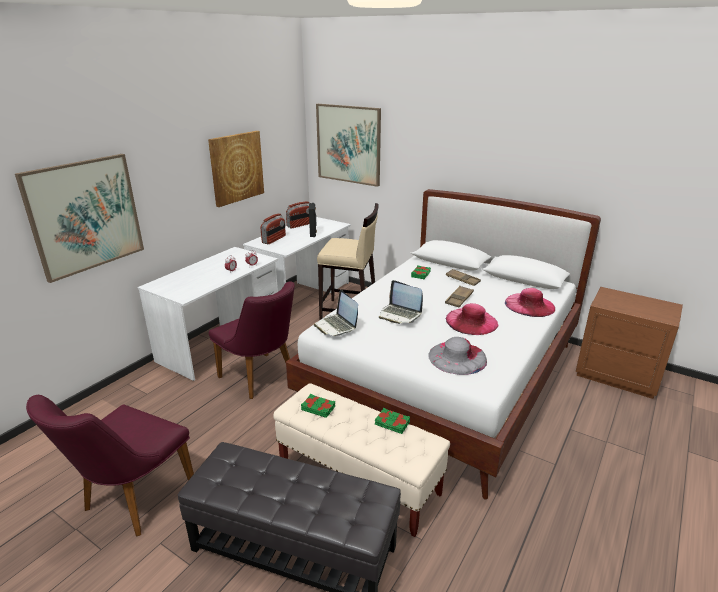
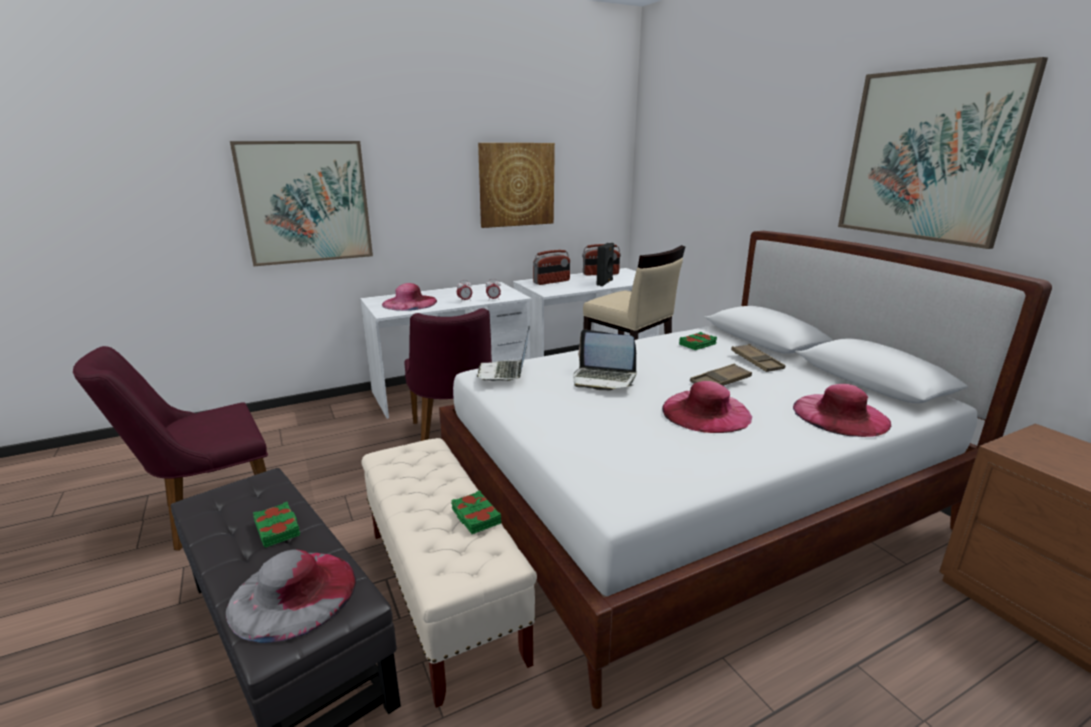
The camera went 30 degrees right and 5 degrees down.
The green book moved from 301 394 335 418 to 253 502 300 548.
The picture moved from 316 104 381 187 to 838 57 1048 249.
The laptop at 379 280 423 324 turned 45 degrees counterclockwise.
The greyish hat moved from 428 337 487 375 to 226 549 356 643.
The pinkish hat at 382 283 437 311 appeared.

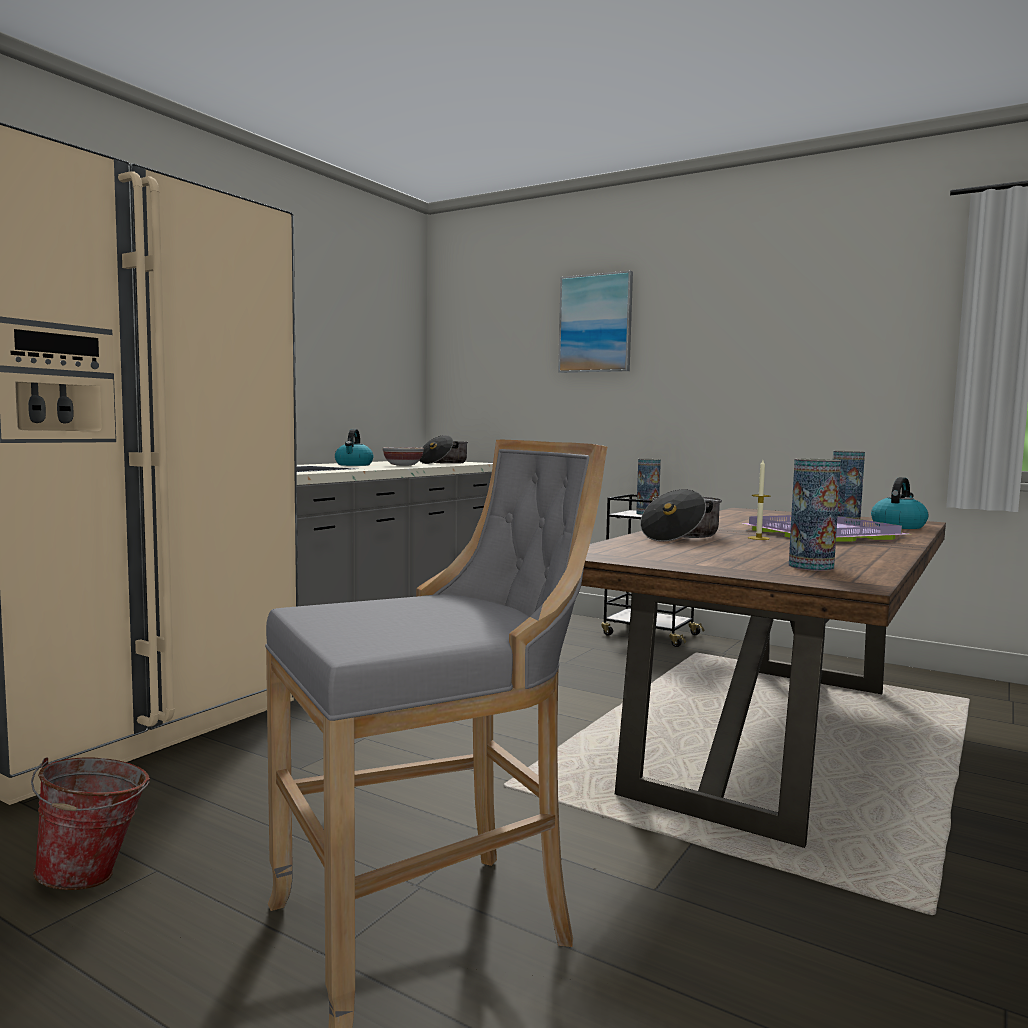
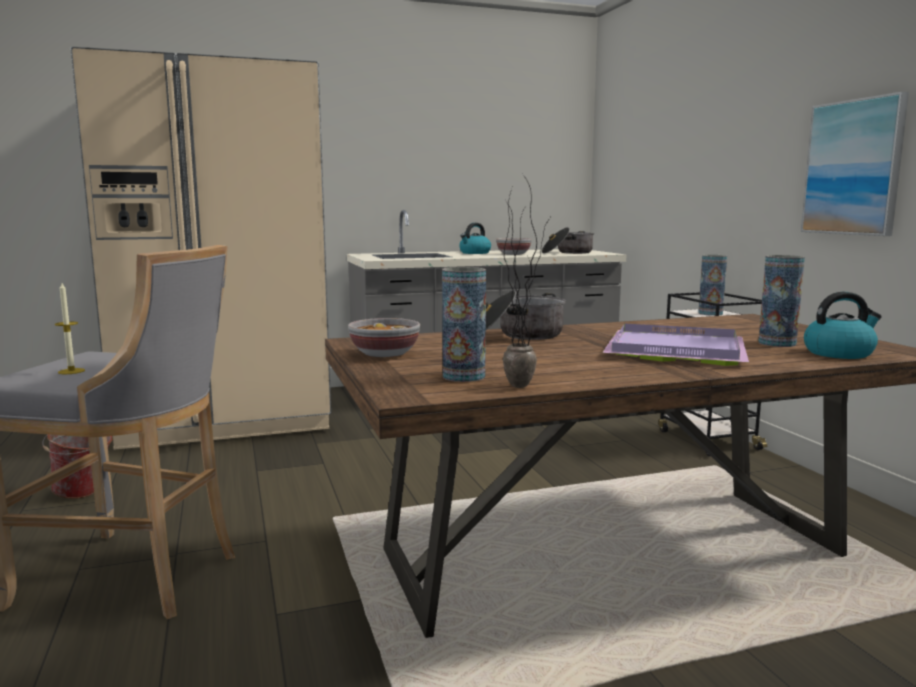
The camera went 40 degrees right and 5 degrees up.
The picture moved from 558 271 633 373 to 801 92 909 236.
The wax candle moved from 748 460 770 540 to 55 283 85 374.
The bowl at 348 318 420 357 appeared.
The houseplant at 503 176 550 388 appeared.

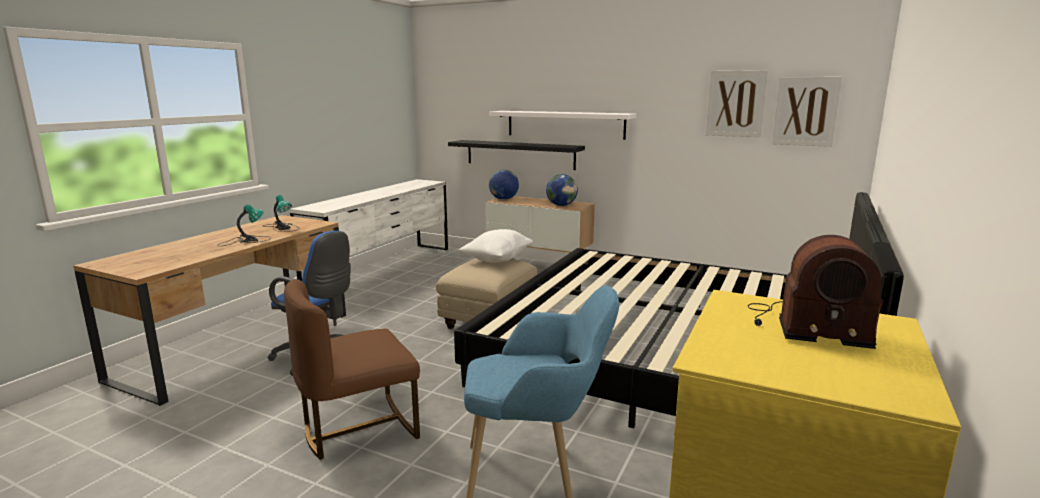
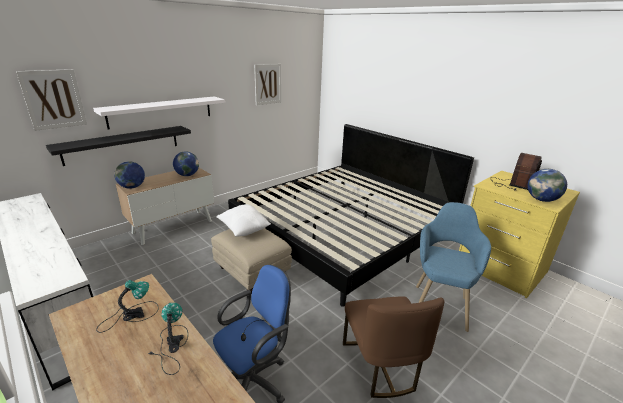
The camera went 70 degrees left and 10 degrees up.
The picture moved from 772 77 842 147 to 16 69 87 131.
The desk globe at 528 169 567 202 appeared.

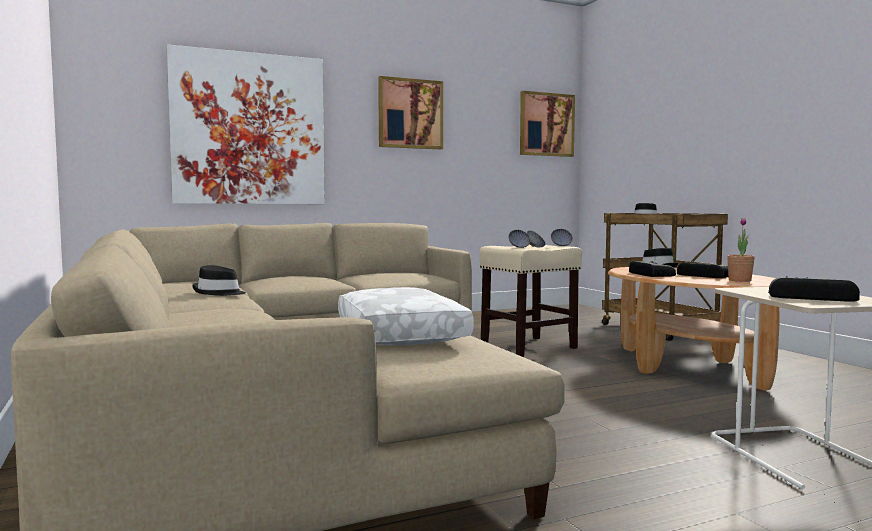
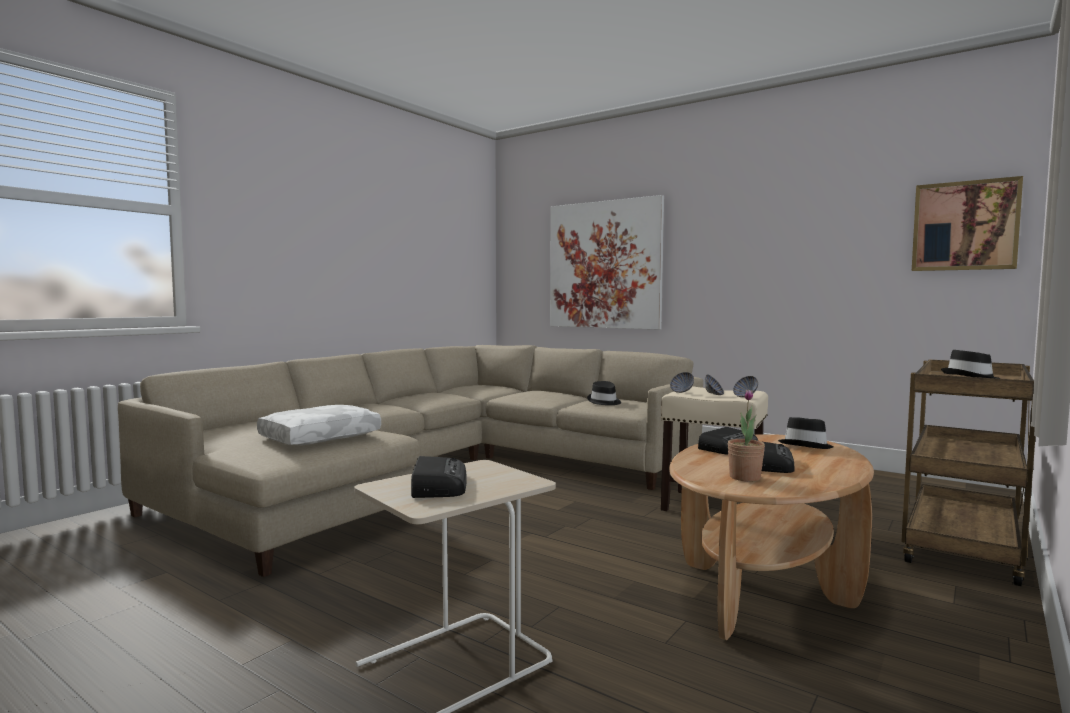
The camera went 60 degrees right and 0 degrees up.
The blackish hat moved from 192 265 246 296 to 587 381 621 405.
The picture at 378 76 443 149 disappeared.

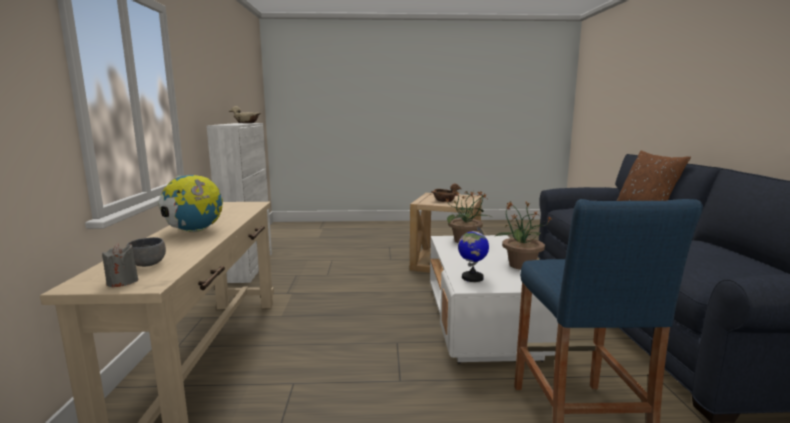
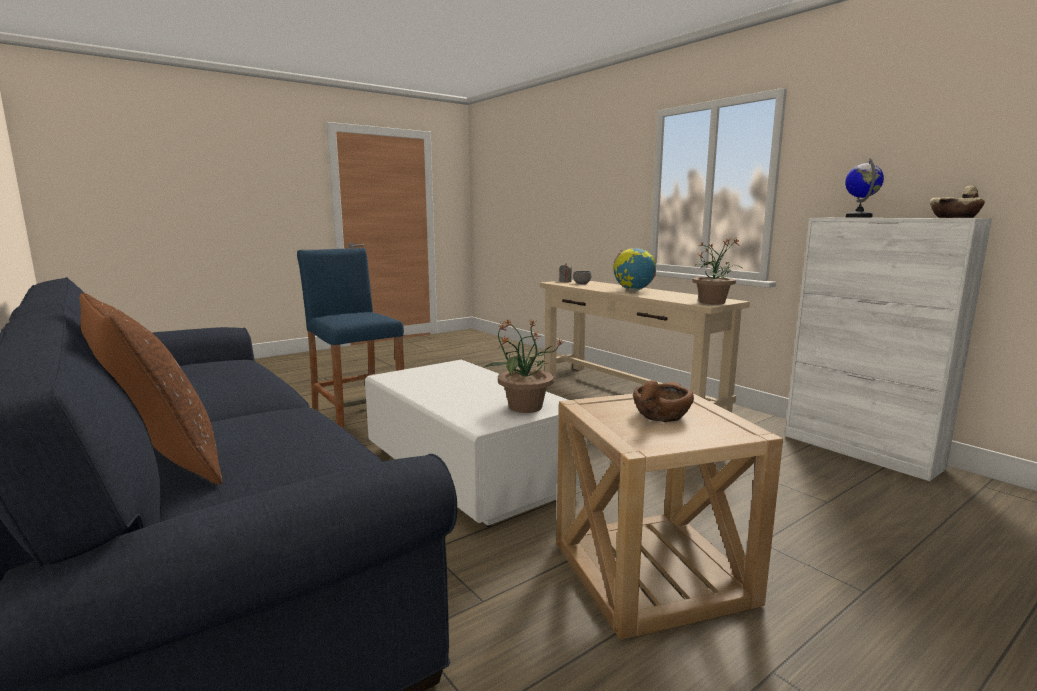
The camera went 145 degrees right and 0 degrees up.
The desk globe moved from 458 227 489 282 to 845 158 884 218.
The houseplant moved from 494 202 554 270 to 693 238 743 304.

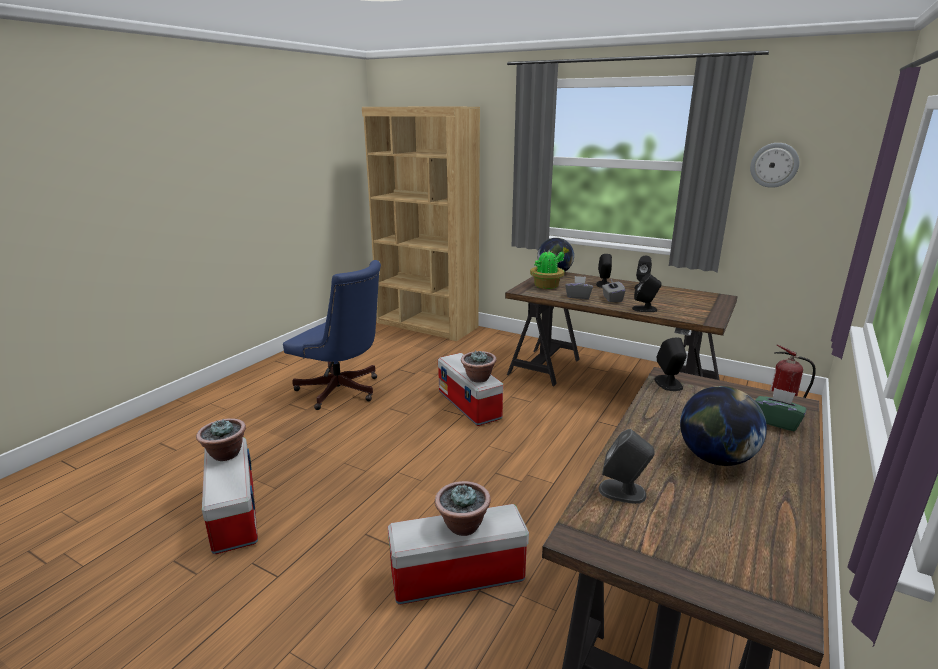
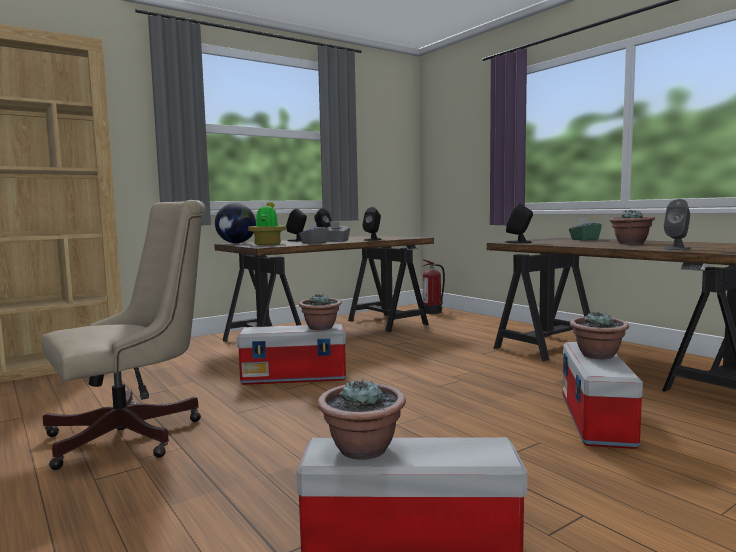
The camera went 65 degrees left and 15 degrees down.
The blue desk chair at 283 260 381 410 became the beige-coloured desk chair at 41 200 205 470.
The desk globe at 680 386 767 466 was replaced by the houseplant at 609 210 655 244.
The clock on the wall at 750 143 799 188 disappeared.

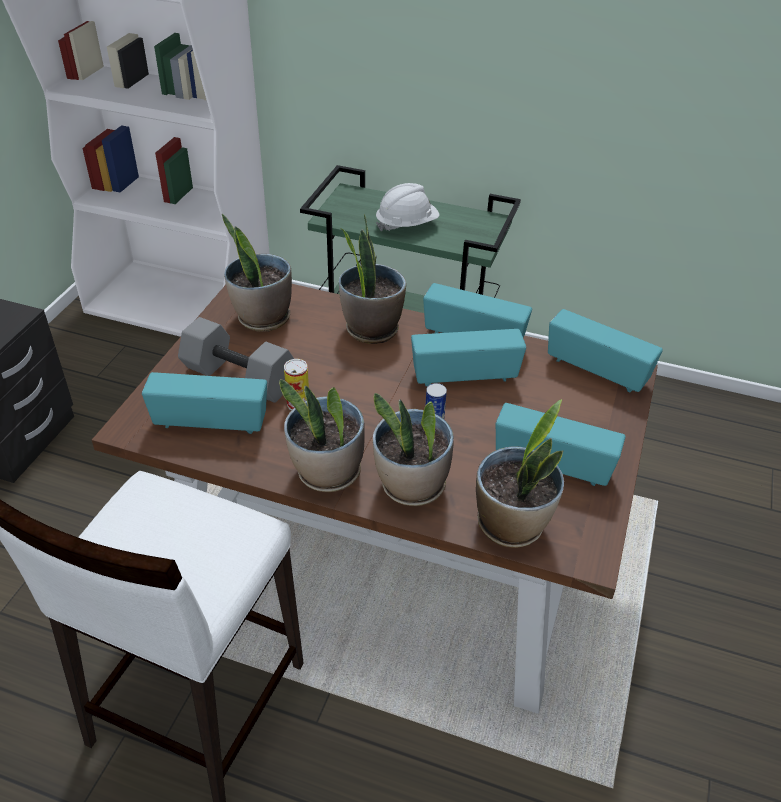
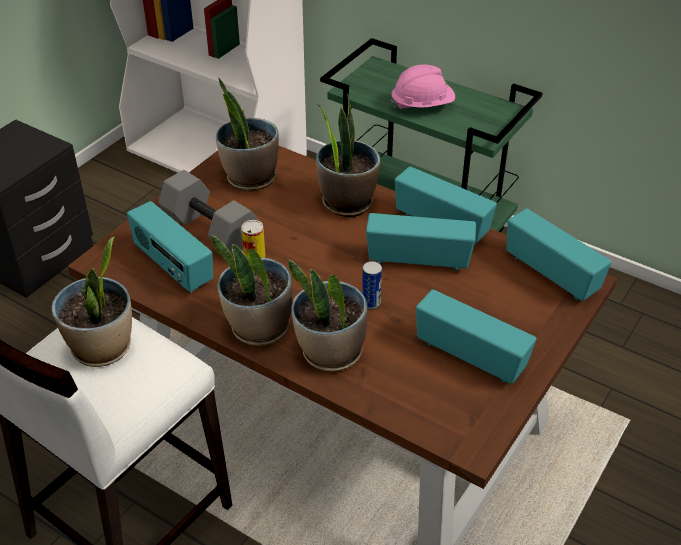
The camera went 15 degrees right and 0 degrees up.
The radio set at 142 372 267 434 turned 150 degrees counterclockwise.
The white work helmet at 376 183 439 231 became the pinkish work helmet at 391 65 455 109.
The houseplant moved from 476 399 564 548 to 52 236 132 367.

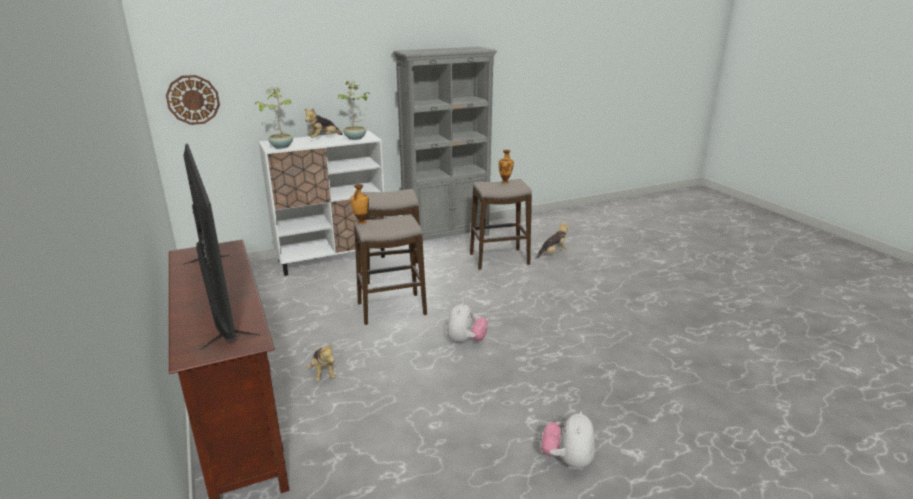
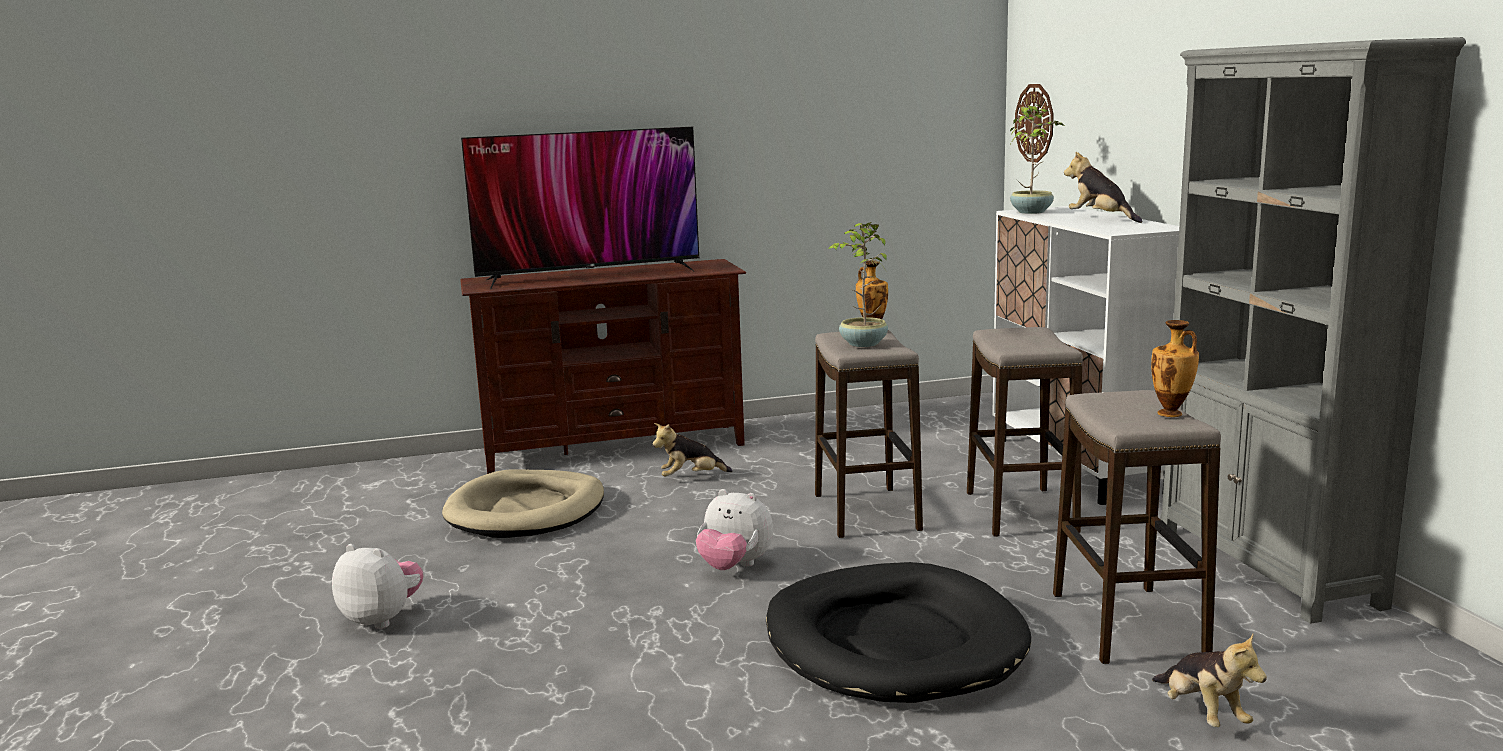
The camera went 100 degrees right and 10 degrees down.
The houseplant moved from 338 81 370 140 to 828 222 888 347.
The beige-coloured dog bed at 442 470 604 538 appeared.
The blackish dog bed at 766 562 1031 703 appeared.

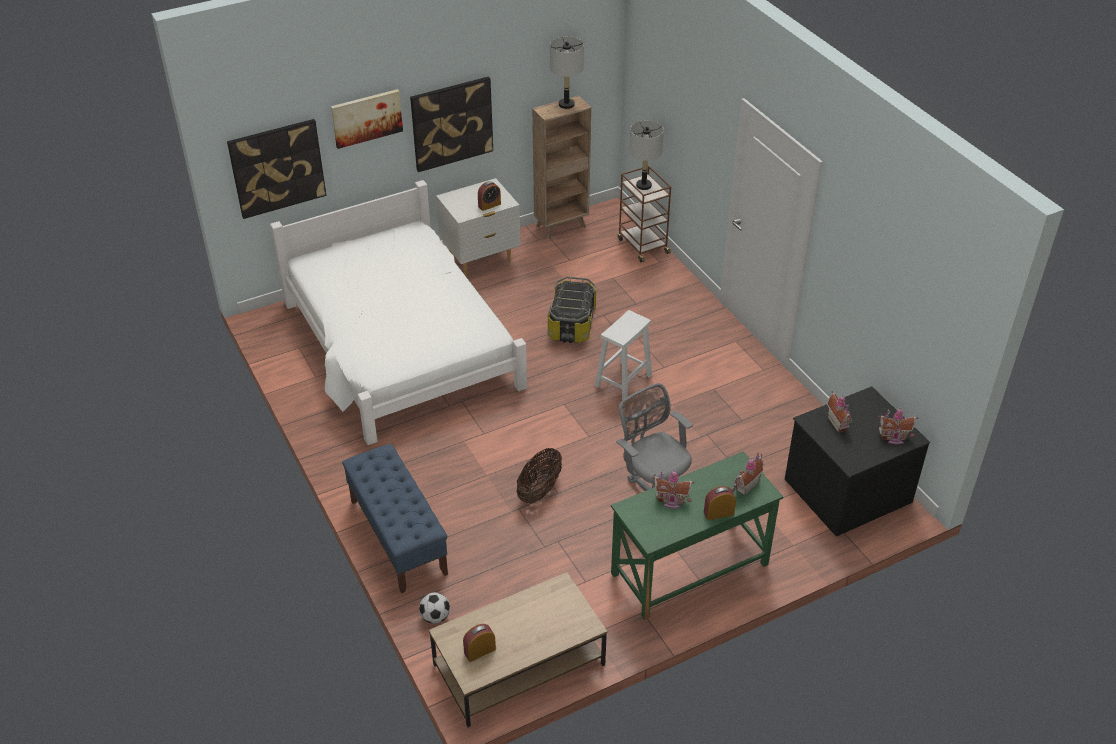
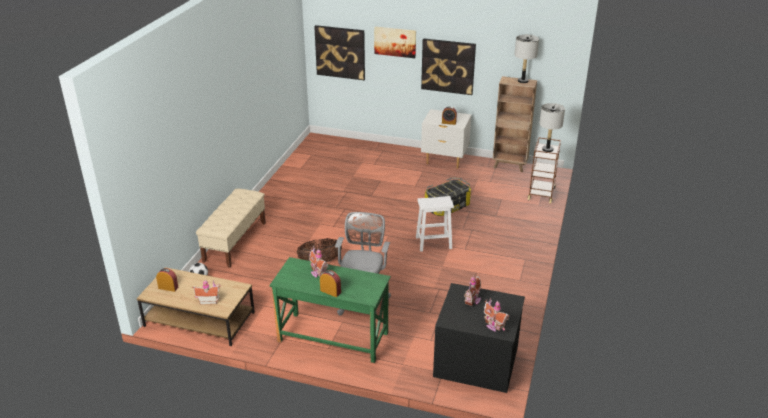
The camera went 45 degrees right and 10 degrees down.
The white bedroom bed at 270 180 527 445 disappeared.
The blue indoor bench at 342 444 448 594 became the beige-coloured indoor bench at 196 189 266 268.
The miniature house moved from 733 452 763 495 to 192 280 221 305.

